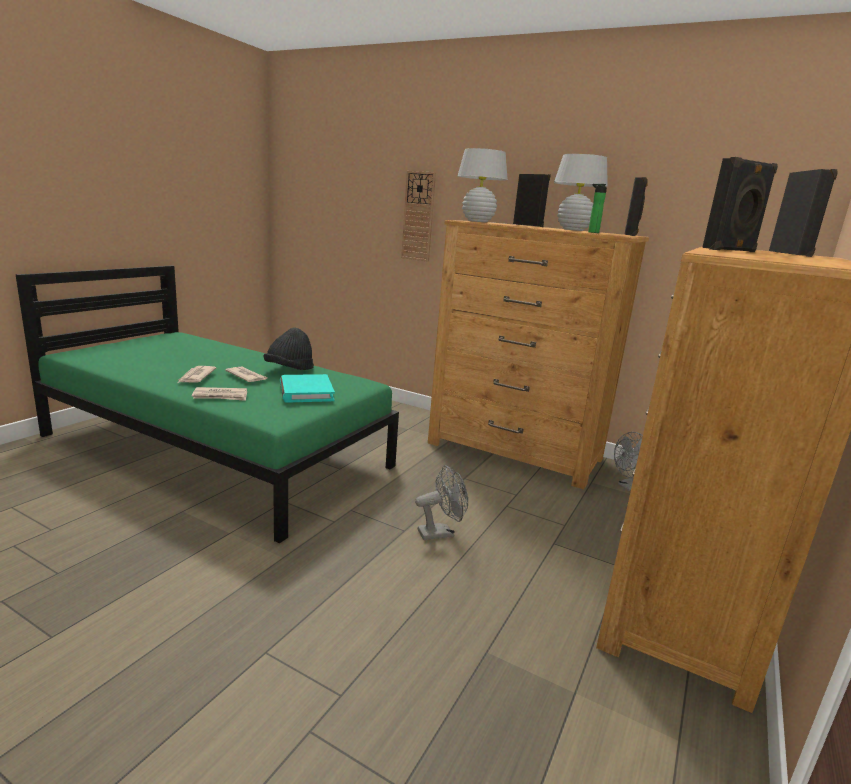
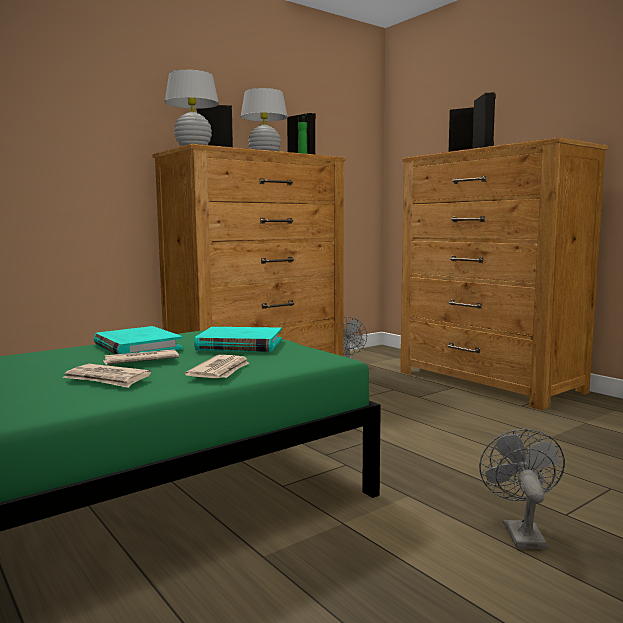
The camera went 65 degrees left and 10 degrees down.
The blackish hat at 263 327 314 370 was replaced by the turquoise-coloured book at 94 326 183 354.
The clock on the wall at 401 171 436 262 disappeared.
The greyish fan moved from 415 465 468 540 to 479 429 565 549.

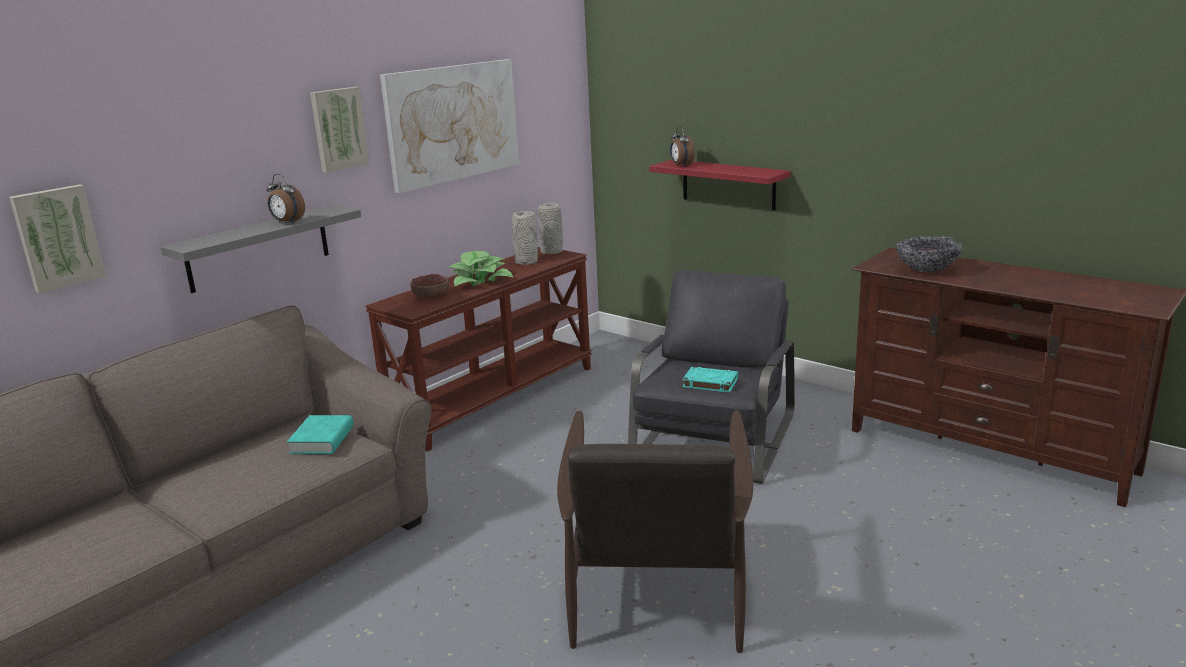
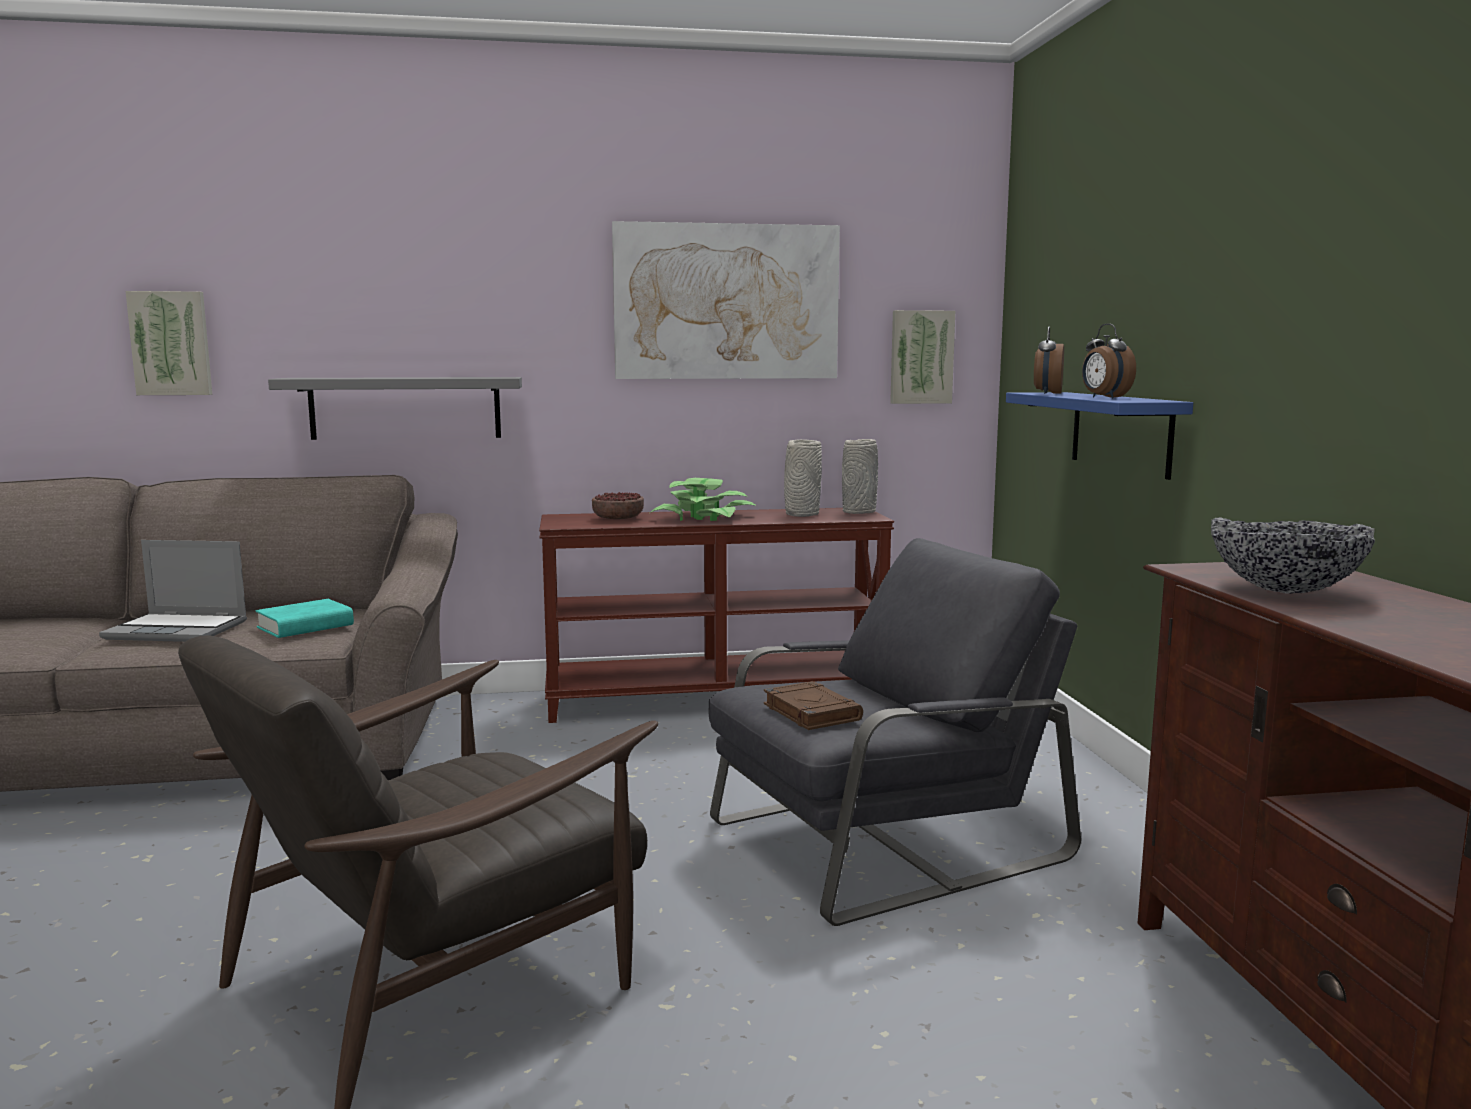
The camera went 40 degrees right and 10 degrees down.
The alarm clock moved from 267 174 305 224 to 1082 324 1136 398.
The picture moved from 310 87 369 173 to 890 310 955 404.
The red-coloured bracket shelf at 649 160 791 211 became the blue bracket shelf at 1006 392 1193 480.
The turquoise-coloured book at 682 367 738 392 became the brownish book at 764 681 863 730.
The laptop at 99 540 247 642 appeared.

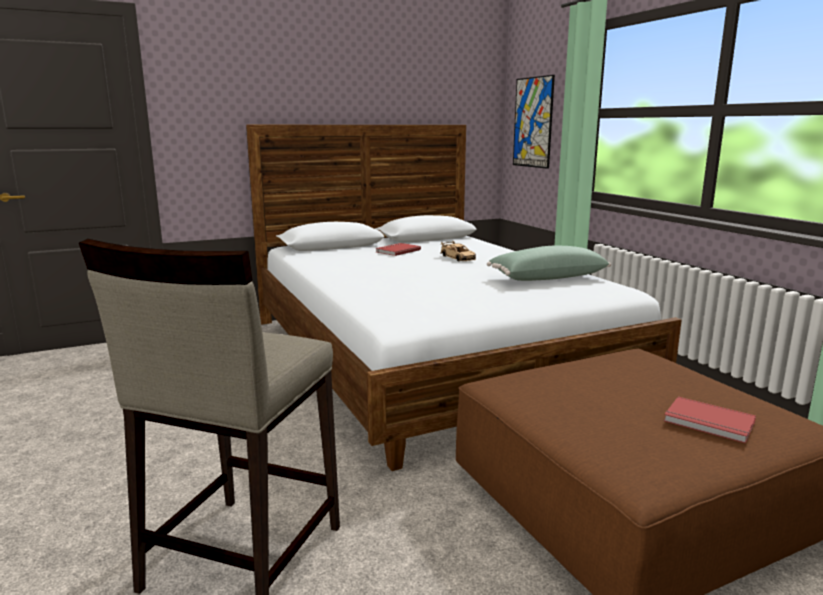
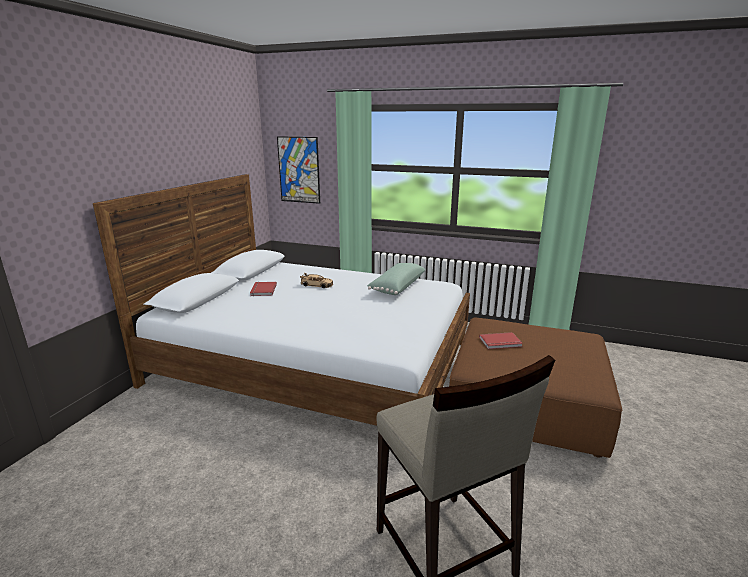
The camera went 45 degrees left and 5 degrees up.
The red-coloured book moved from 664 397 756 444 to 479 332 523 349.

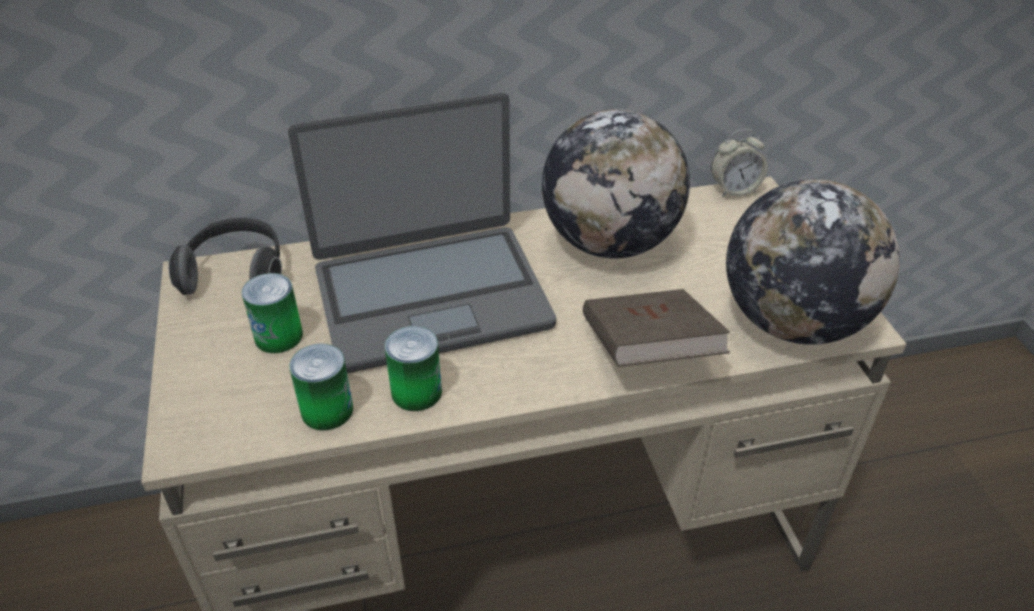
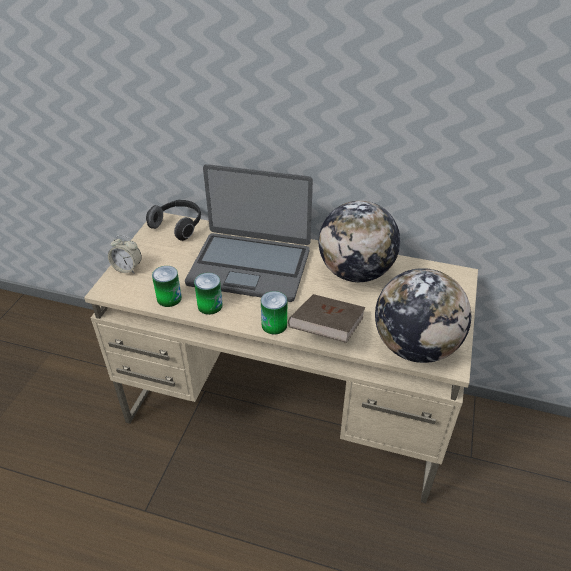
The camera went 30 degrees right and 0 degrees up.
The sealed can moved from 241 273 303 353 to 261 291 287 335.
The alarm clock moved from 711 129 768 197 to 108 235 142 274.

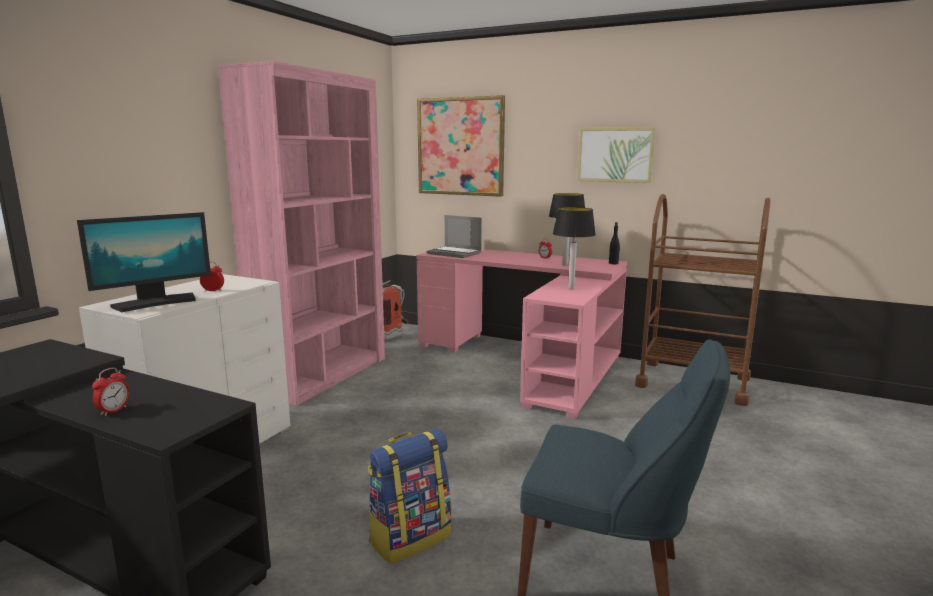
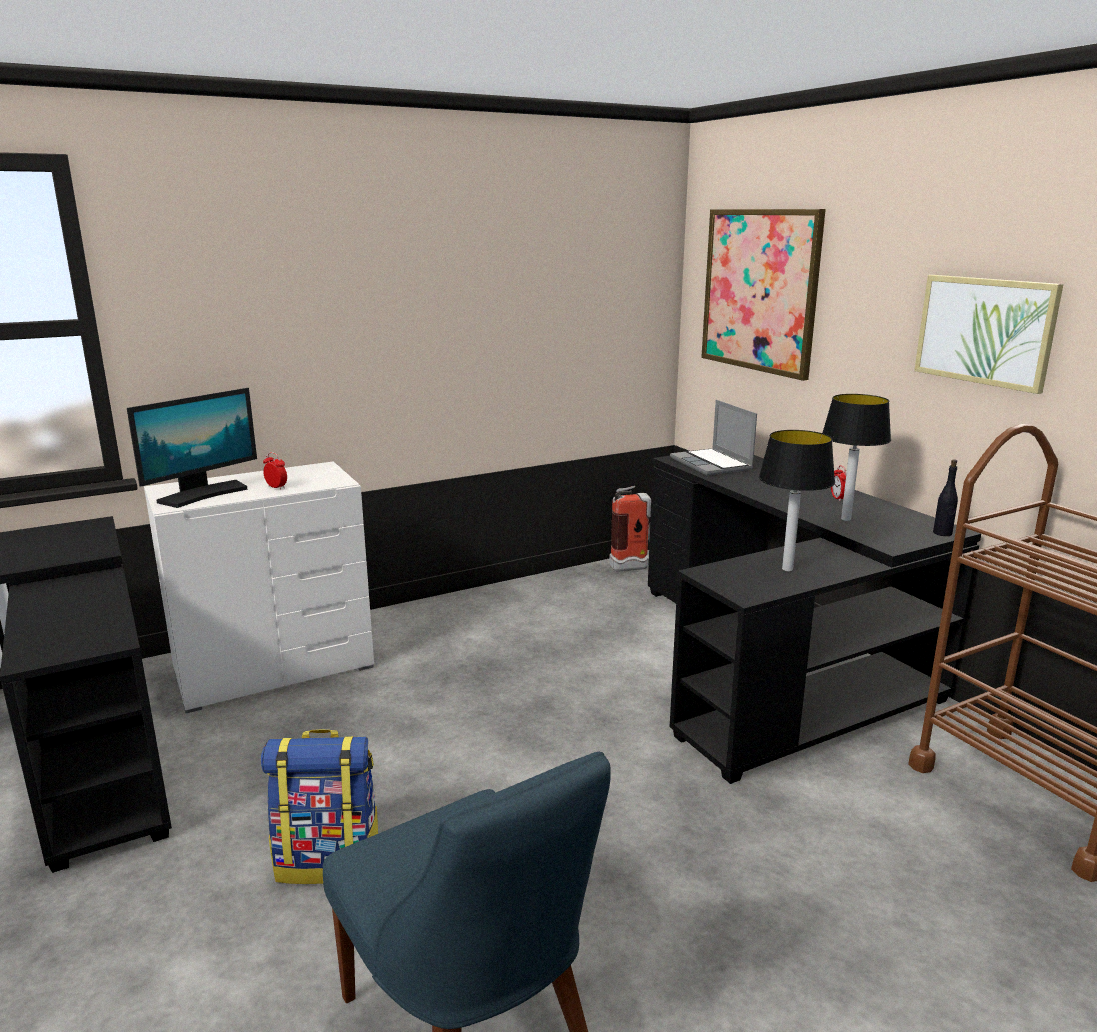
The camera went 35 degrees right and 5 degrees up.
The monitor at 77 212 211 312 turned 45 degrees counterclockwise.
The alarm clock at 92 368 130 416 disappeared.
The pinkish bookshelf at 218 61 385 406 disappeared.
The pinkish desk unit at 416 249 627 419 became the blackish desk unit at 648 455 981 784.

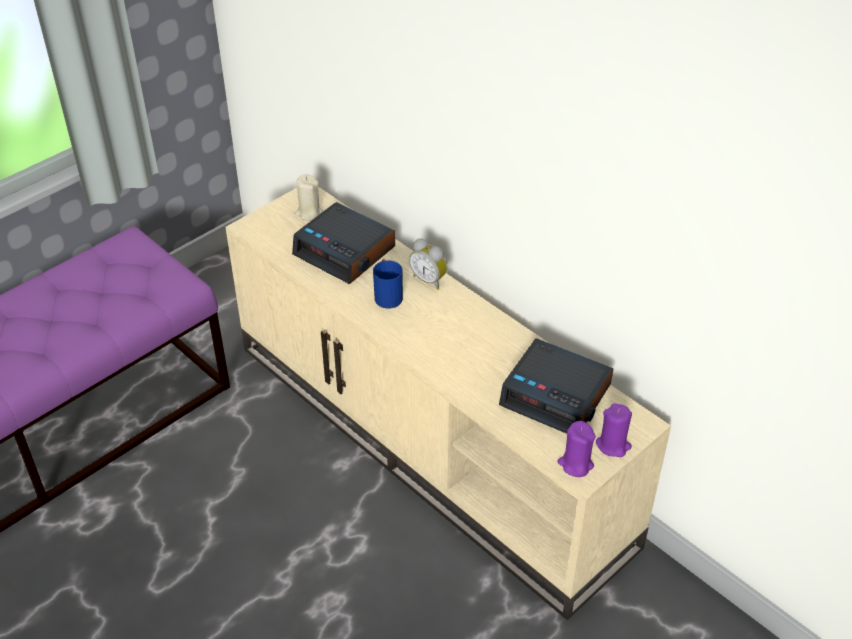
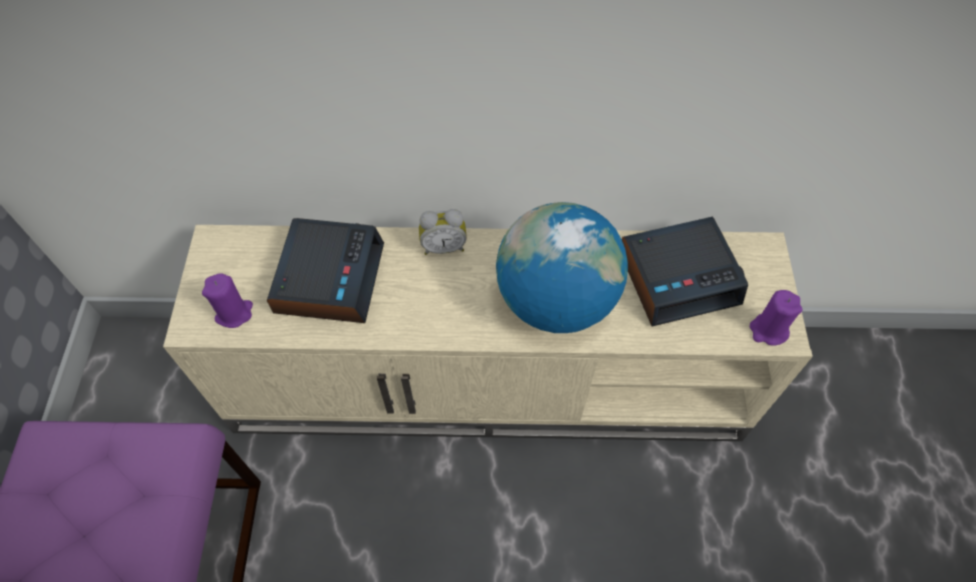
The camera went 45 degrees left and 15 degrees up.
The alarm clock at 292 202 395 284 turned 75 degrees counterclockwise.
The beige-coloured wax candle at 294 174 323 221 disappeared.
The blue tea mug at 373 259 403 309 disappeared.
The purple wax candle moved from 596 403 632 457 to 202 273 253 328.
The desk globe at 496 202 628 333 appeared.

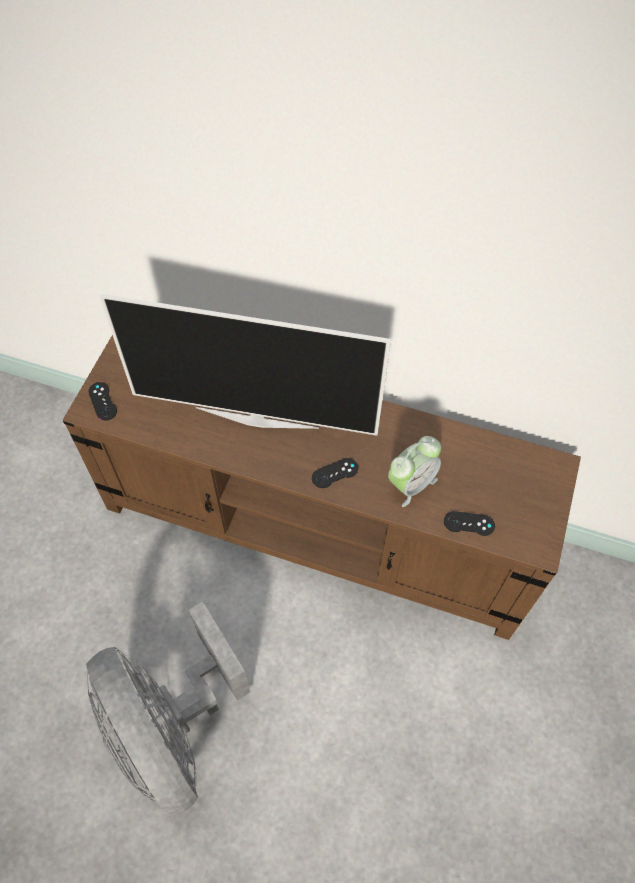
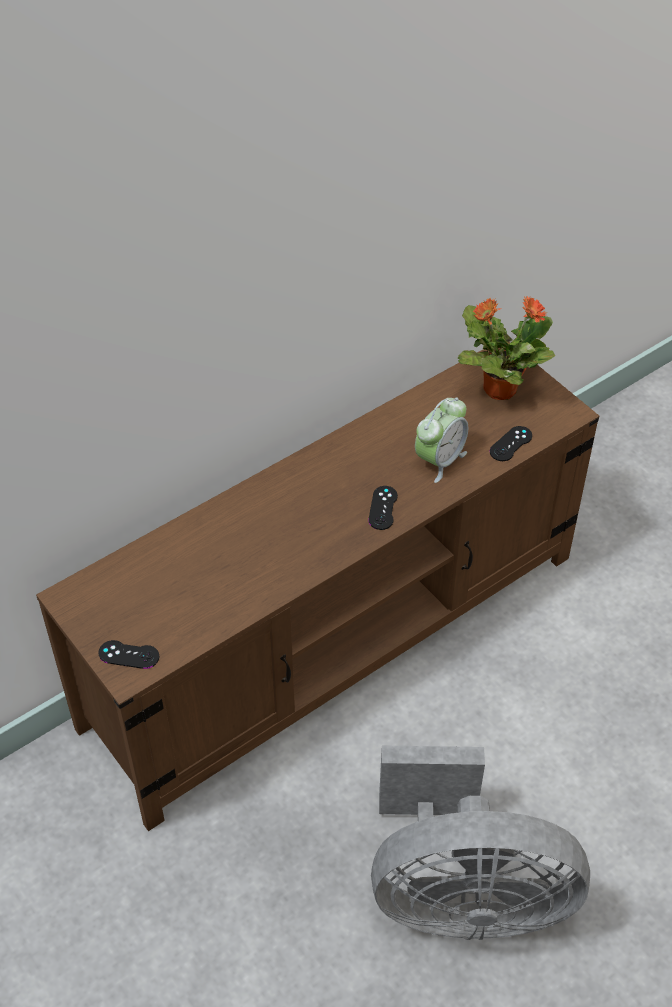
The camera went 55 degrees left and 10 degrees down.
The TV at 99 294 391 435 disappeared.
The alarm clock at 388 436 441 507 turned 45 degrees clockwise.
The houseplant at 457 296 555 400 appeared.

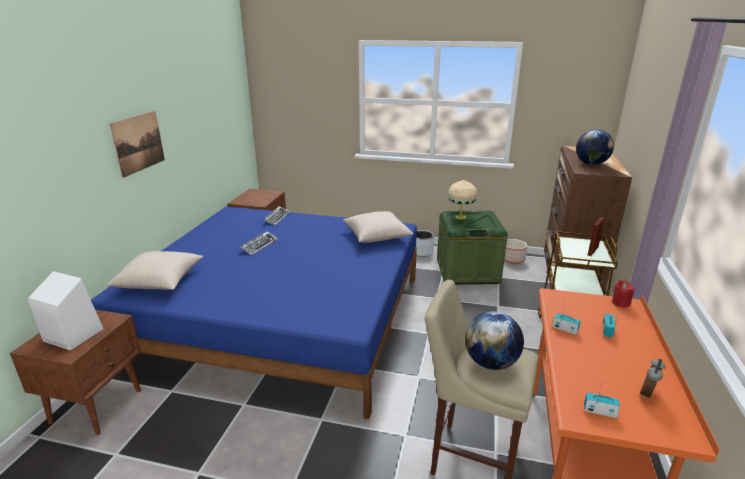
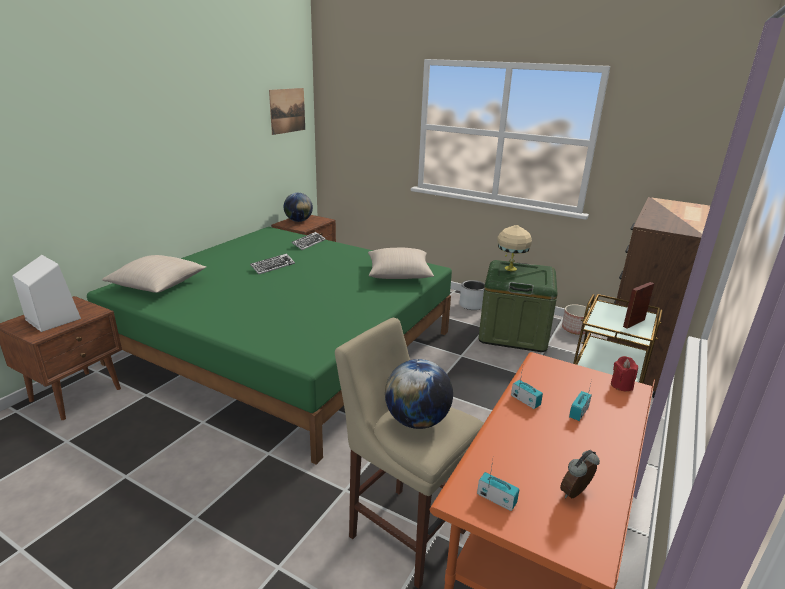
The camera went 15 degrees right and 0 degrees up.
The blue bedroom bed at 91 206 417 419 became the green bedroom bed at 87 227 452 465.
The picture moved from 110 111 165 178 to 269 88 305 135.
The desk globe moved from 576 129 614 165 to 284 193 313 222.

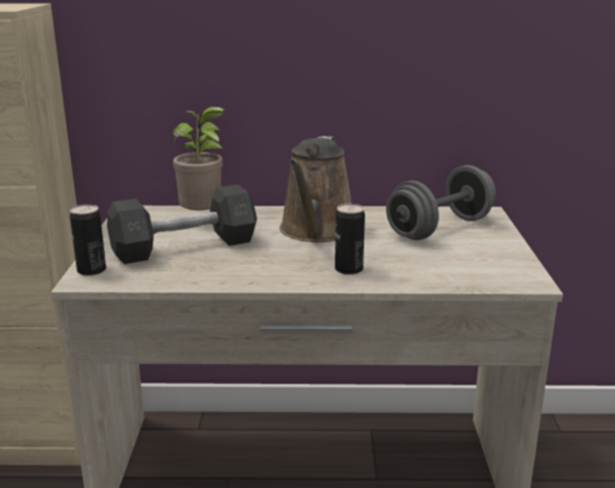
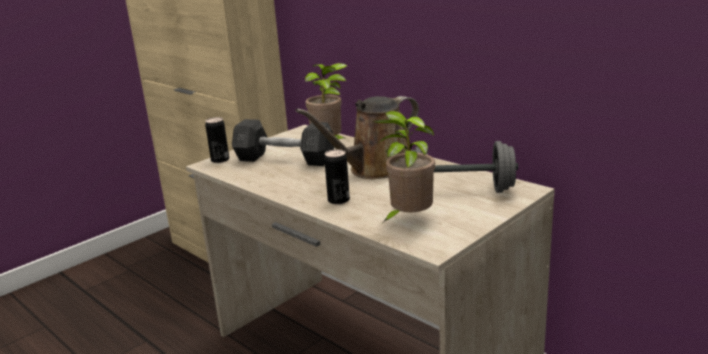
The camera went 45 degrees right and 0 degrees up.
The houseplant at 374 111 435 222 appeared.

